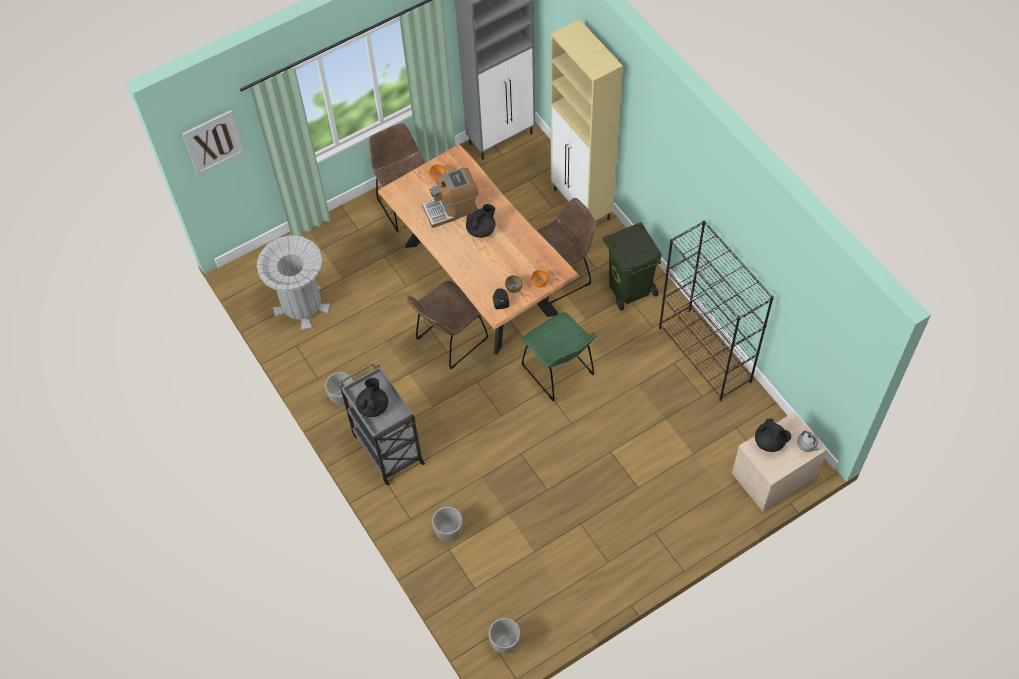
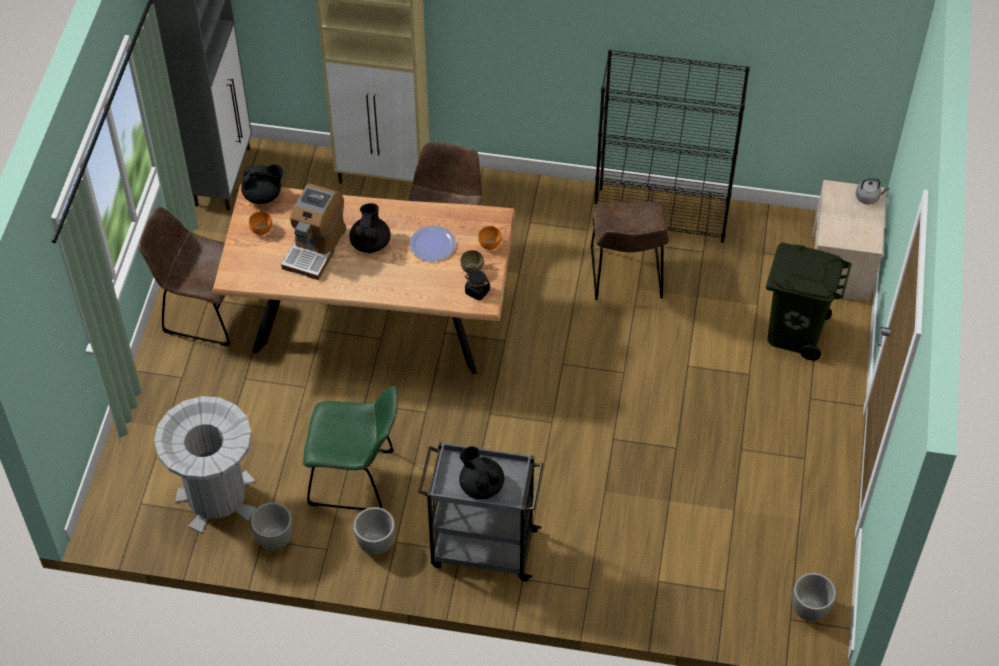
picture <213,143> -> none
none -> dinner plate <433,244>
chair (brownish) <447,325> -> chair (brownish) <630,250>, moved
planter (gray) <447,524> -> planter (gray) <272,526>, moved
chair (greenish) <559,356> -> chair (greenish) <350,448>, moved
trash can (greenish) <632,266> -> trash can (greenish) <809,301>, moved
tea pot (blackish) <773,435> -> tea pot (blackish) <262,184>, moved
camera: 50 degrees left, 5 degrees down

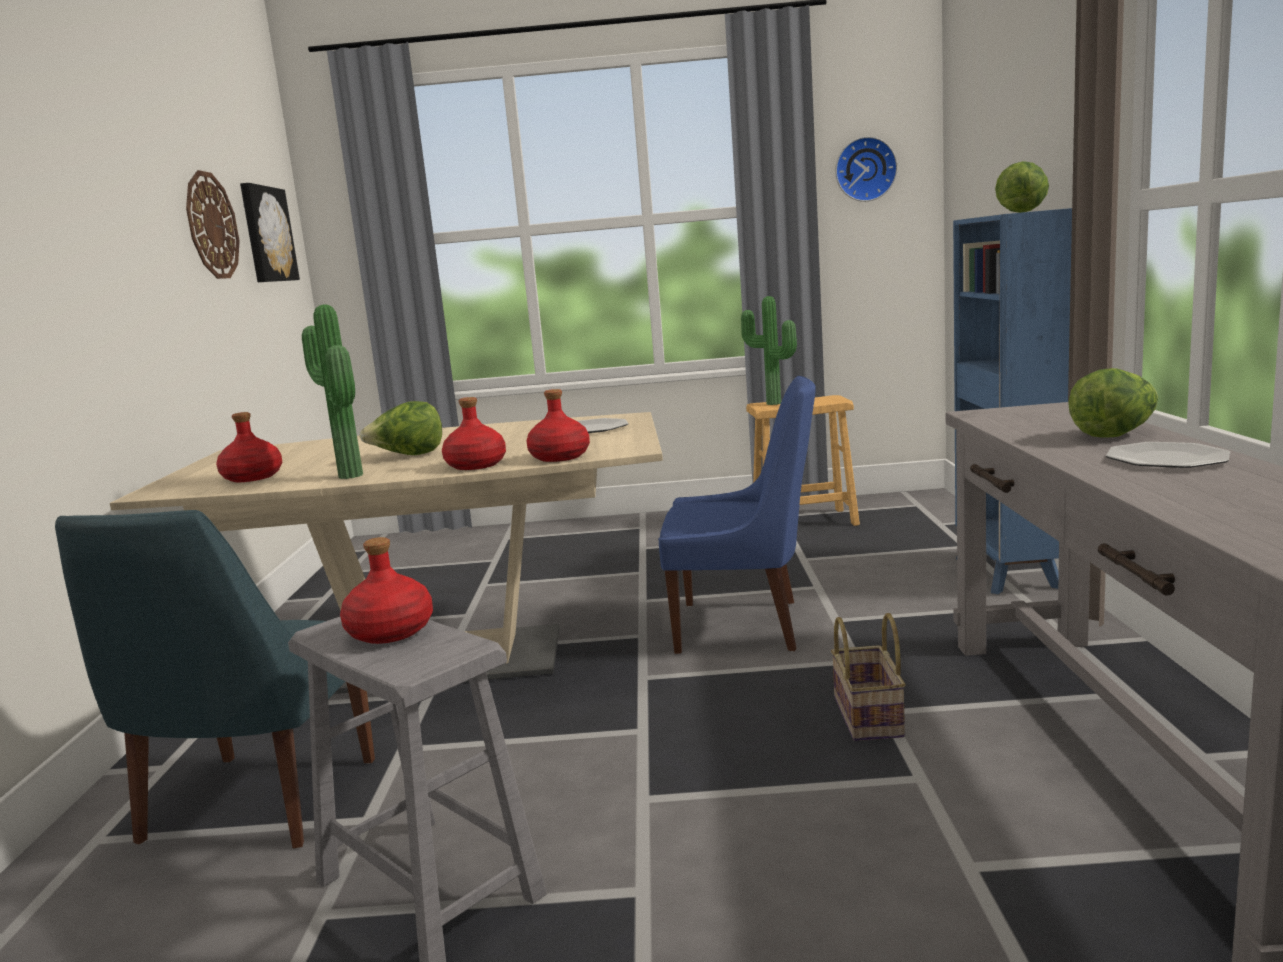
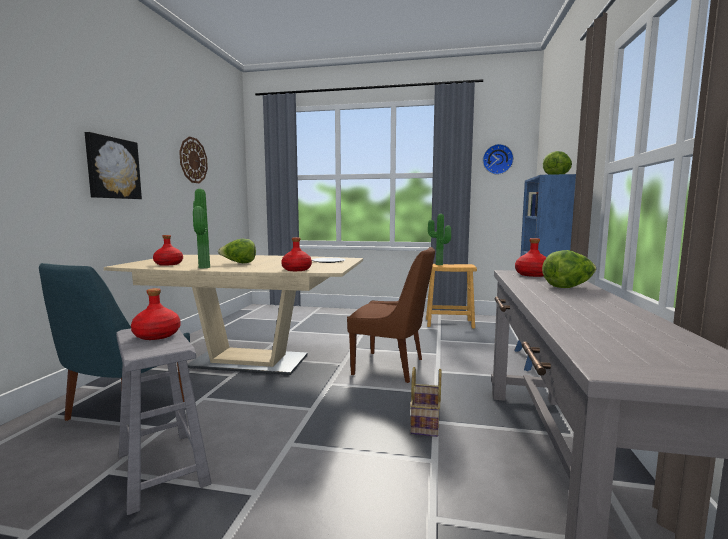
dinner plate <1168,455> -> none
picture <270,232> -> picture <113,165>, moved
bottle (red) <474,433> -> bottle (red) <531,257>, moved
chair (bluish) <737,515> -> chair (brownish) <391,315>
camera: 10 degrees right, 5 degrees down

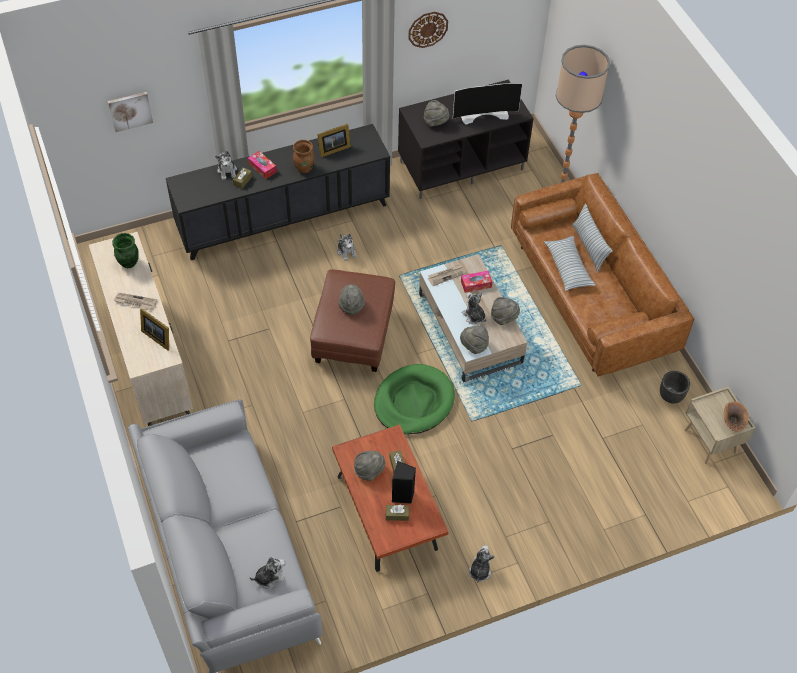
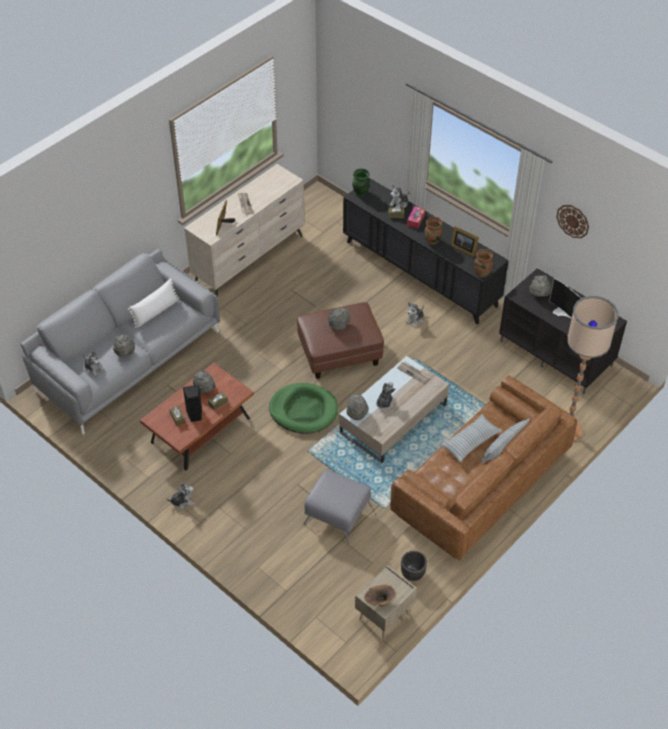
picture <130,112> -> none
tissue box <476,282> -> none
none -> throw pillow (whitish) <153,303>
none -> footrest (gray) <337,507>
none -> flower vase (brownish) <483,263>
flower vase (greenish) <125,250> -> flower vase (greenish) <361,182>, moved
hat (gray) <505,311> -> hat (gray) <124,345>, moved
camera: 65 degrees right, 5 degrees down

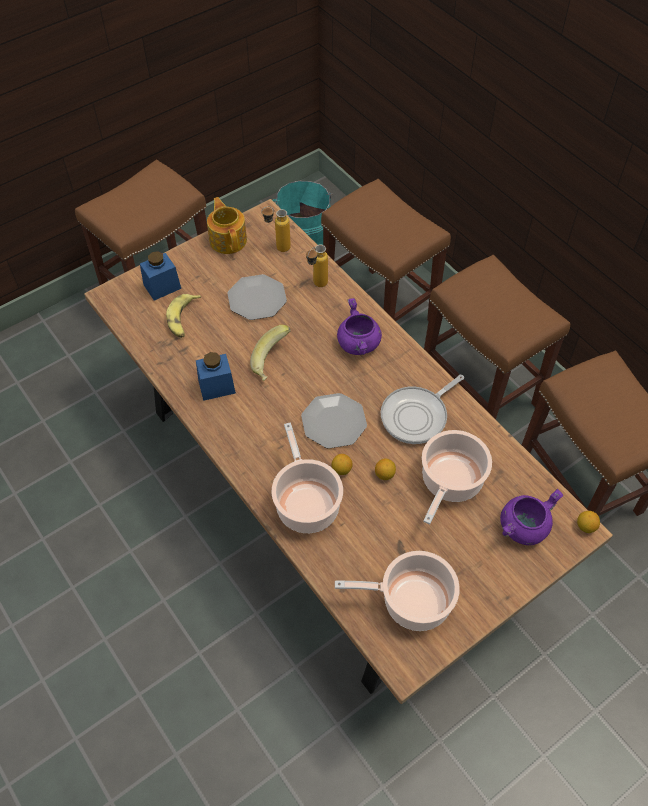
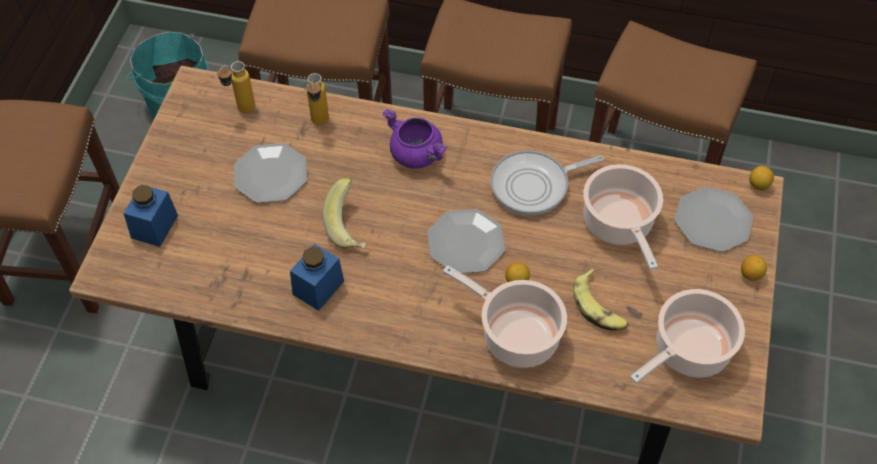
tea pot <227,225> -> none
banana fruit <183,316> -> banana fruit <601,299>, moved
citrus fruit <385,469> -> citrus fruit <754,268>, moved
saucepot (purplish) <531,517> -> dinner plate <714,219>
pan <422,409> -> pan <547,183>, 60 degrees clockwise
camera: 40 degrees left, 0 degrees up

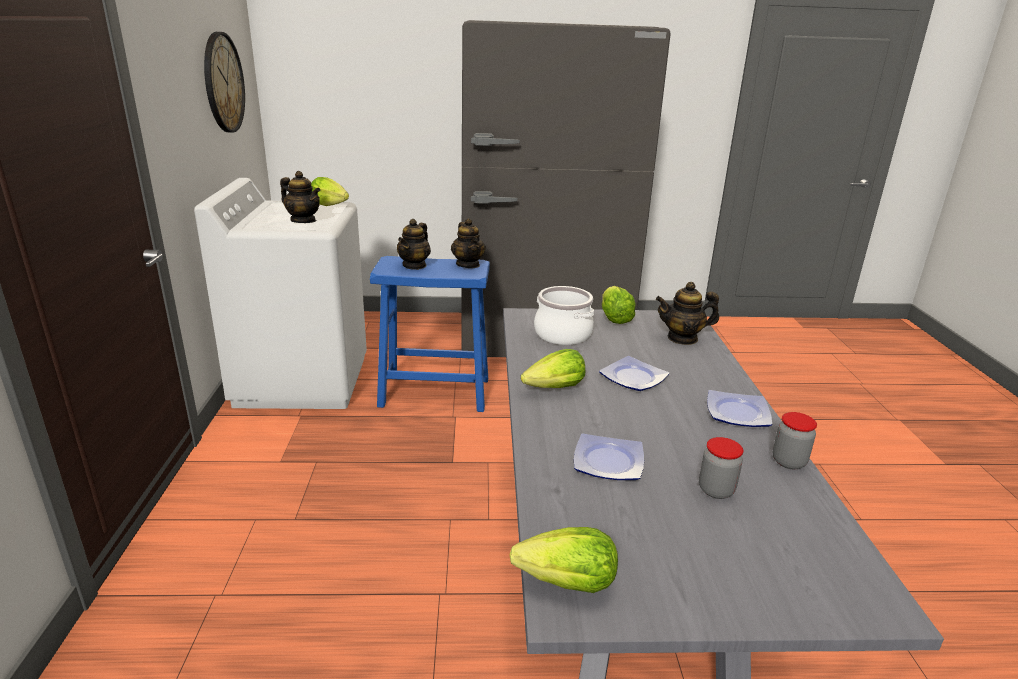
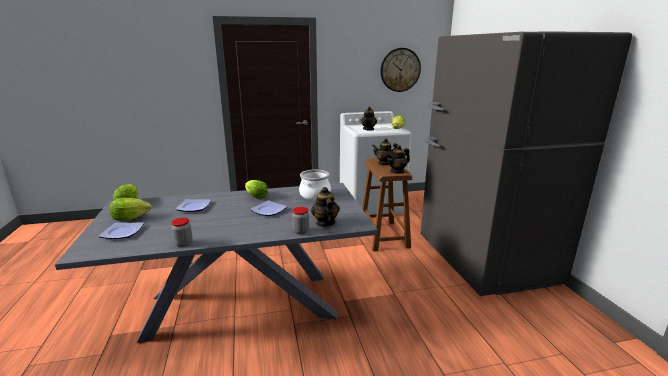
head of lettuce <619,305> -> head of lettuce <130,209>, moved
jar <721,468> -> jar <300,220>, moved
dinner plate <739,408> -> dinner plate <121,231>, moved
stool (bluish) <430,334> -> stool (brownish) <387,204>
camera: 80 degrees right, 5 degrees down

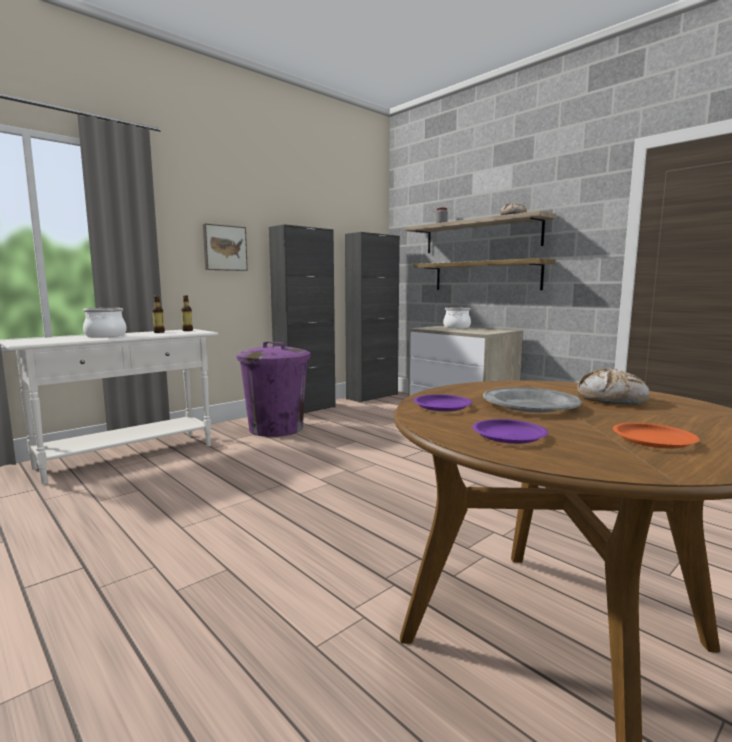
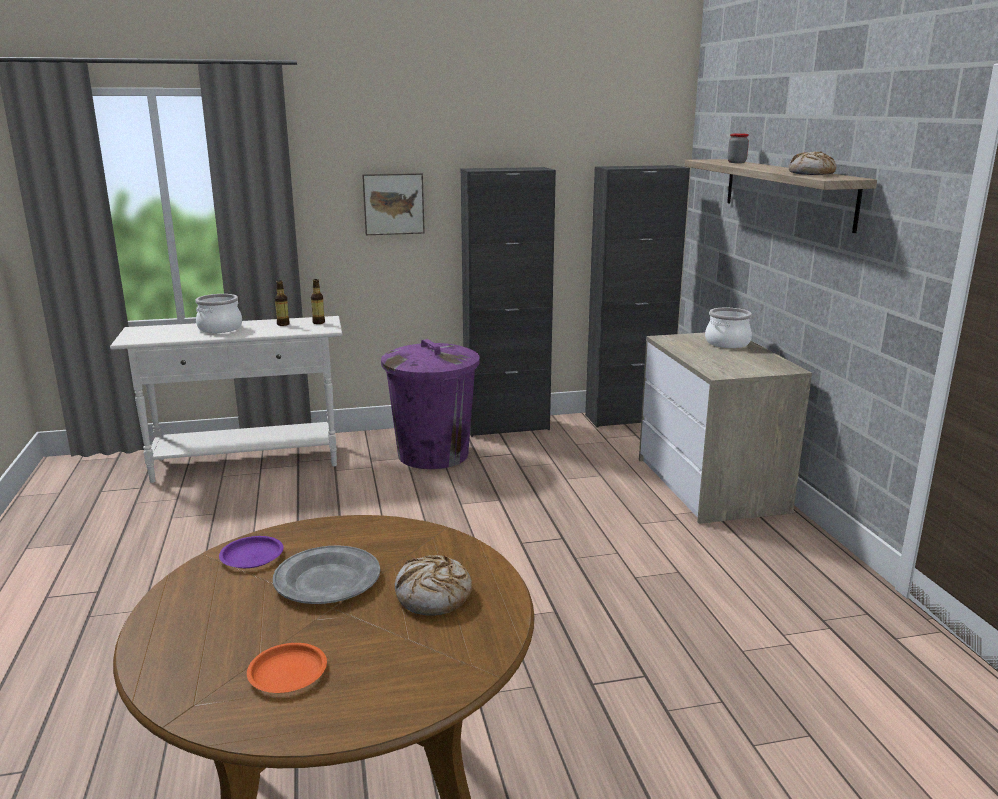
shelf <484,274> -> none
dinner plate (purplish) <510,431> -> none
camera: 30 degrees right, 10 degrees up

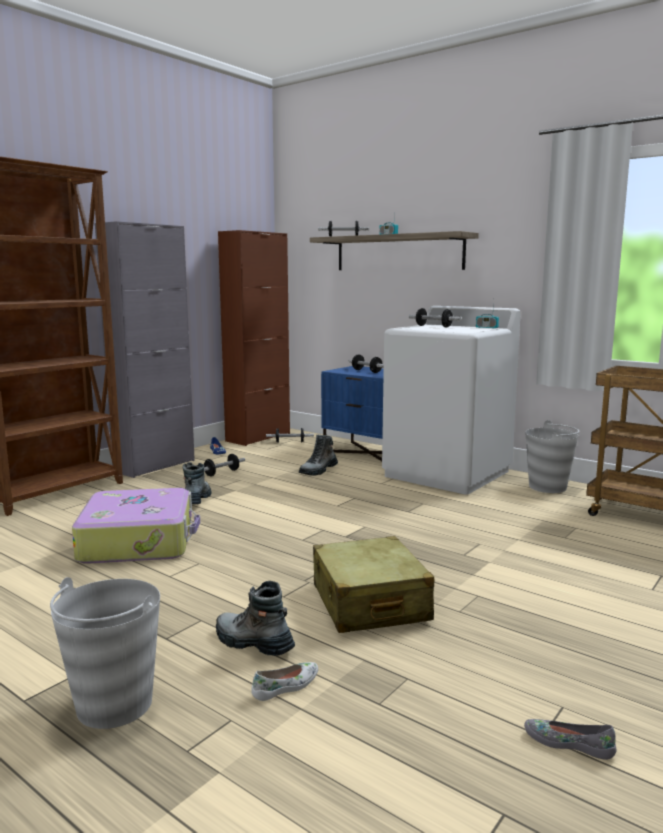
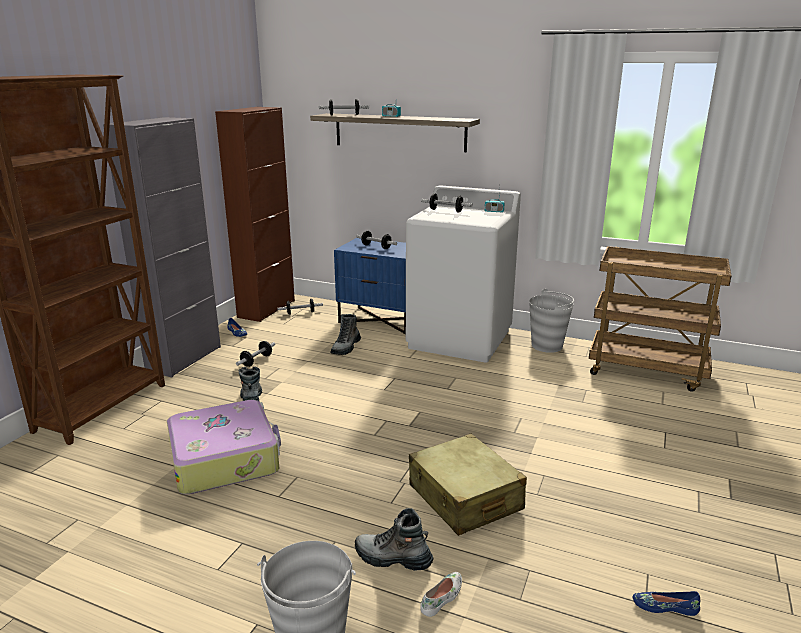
shoe (gray) <570,739> -> shoe (bluish) <666,603>
camera: 15 degrees left, 10 degrees up

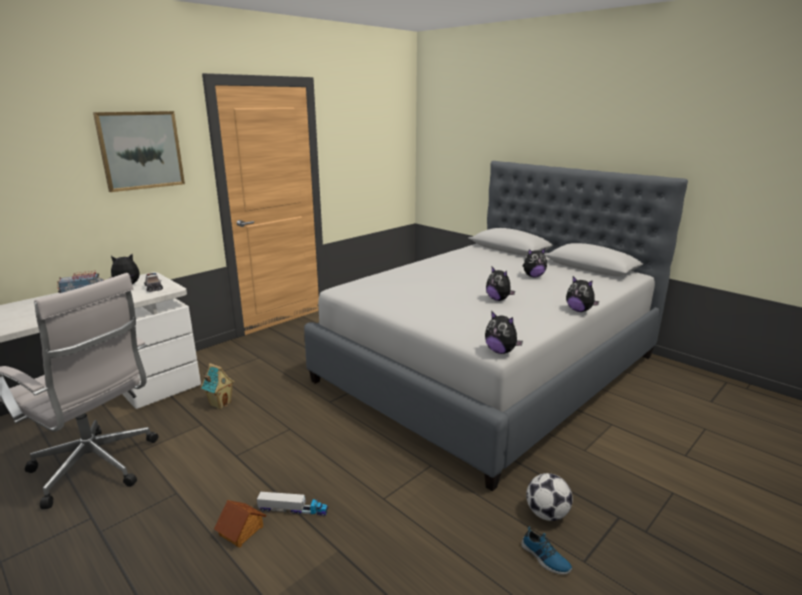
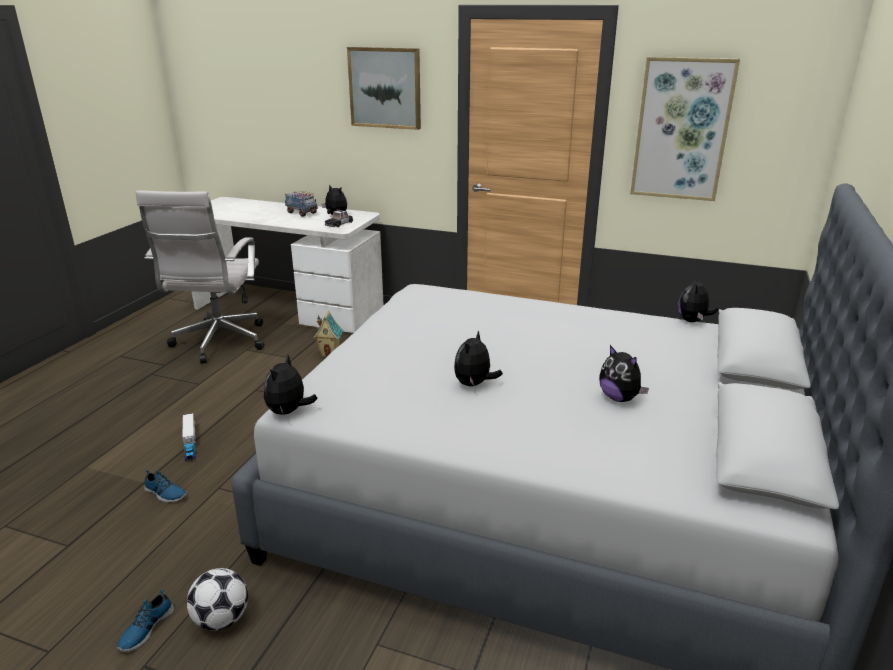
model house <240,524> -> none
none -> shoe <165,485>
none -> picture <685,129>
cuddly toy <582,294> -> cuddly toy <698,299>, moved
camera: 65 degrees right, 5 degrees up

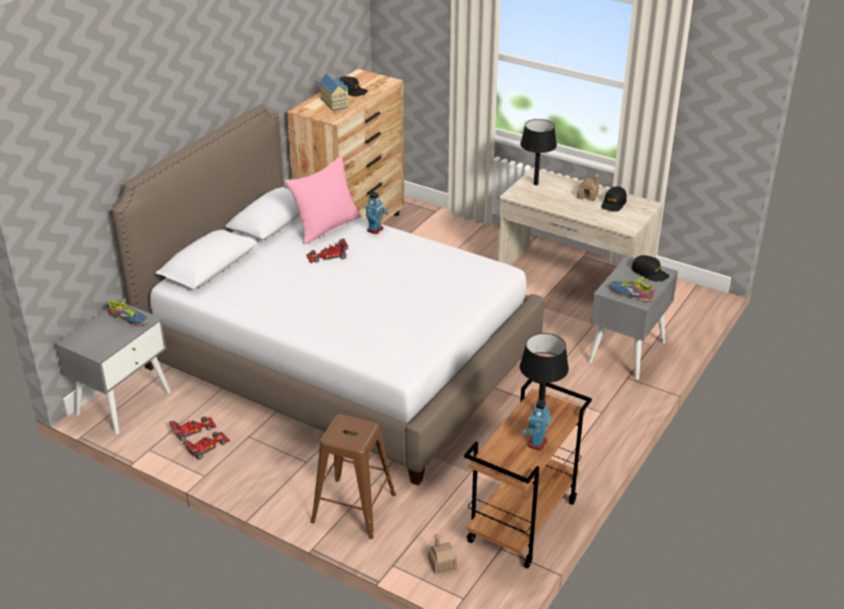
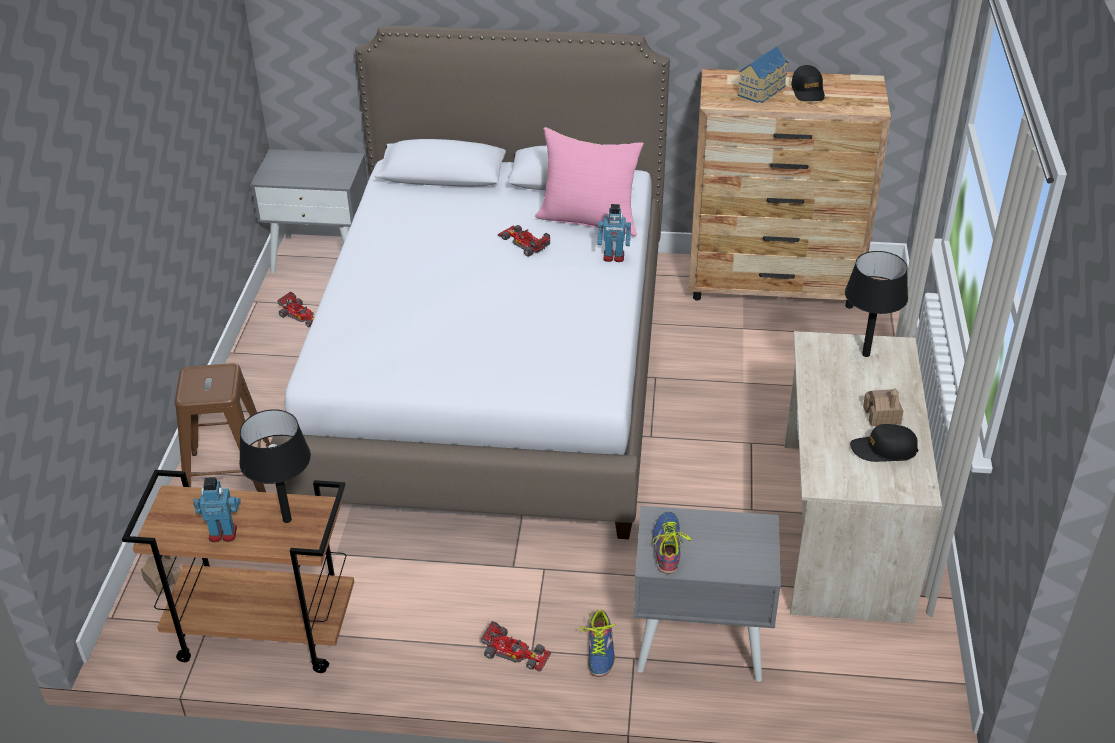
cap (blackish) <650,268> -> none
shoe <127,312> -> shoe <598,643>, moved
model car <206,446> -> model car <516,646>, moved
camera: 65 degrees right, 5 degrees up

